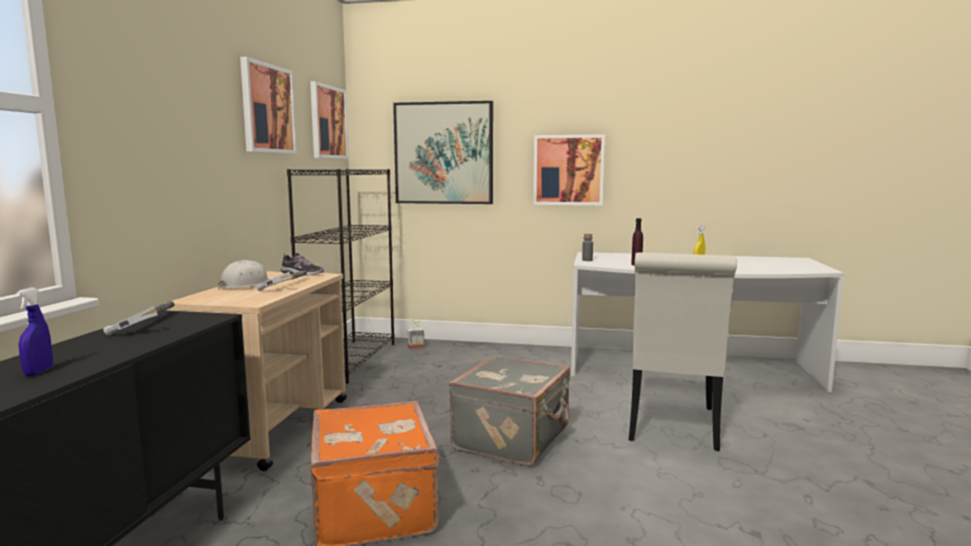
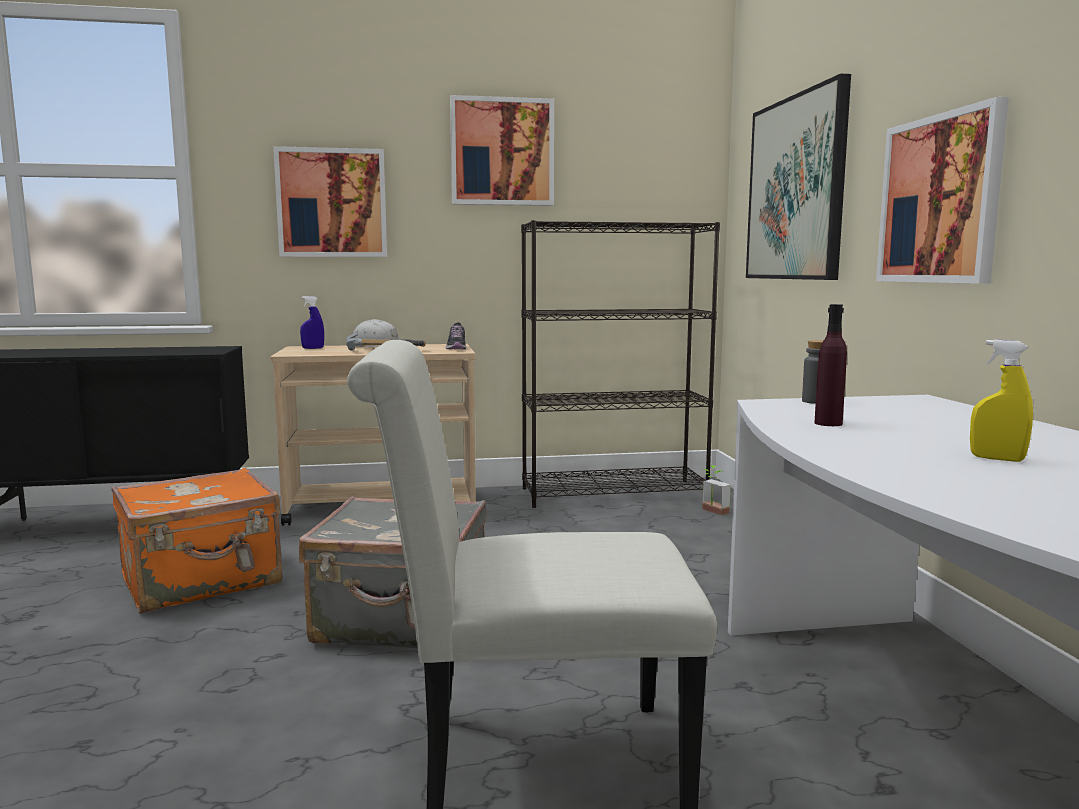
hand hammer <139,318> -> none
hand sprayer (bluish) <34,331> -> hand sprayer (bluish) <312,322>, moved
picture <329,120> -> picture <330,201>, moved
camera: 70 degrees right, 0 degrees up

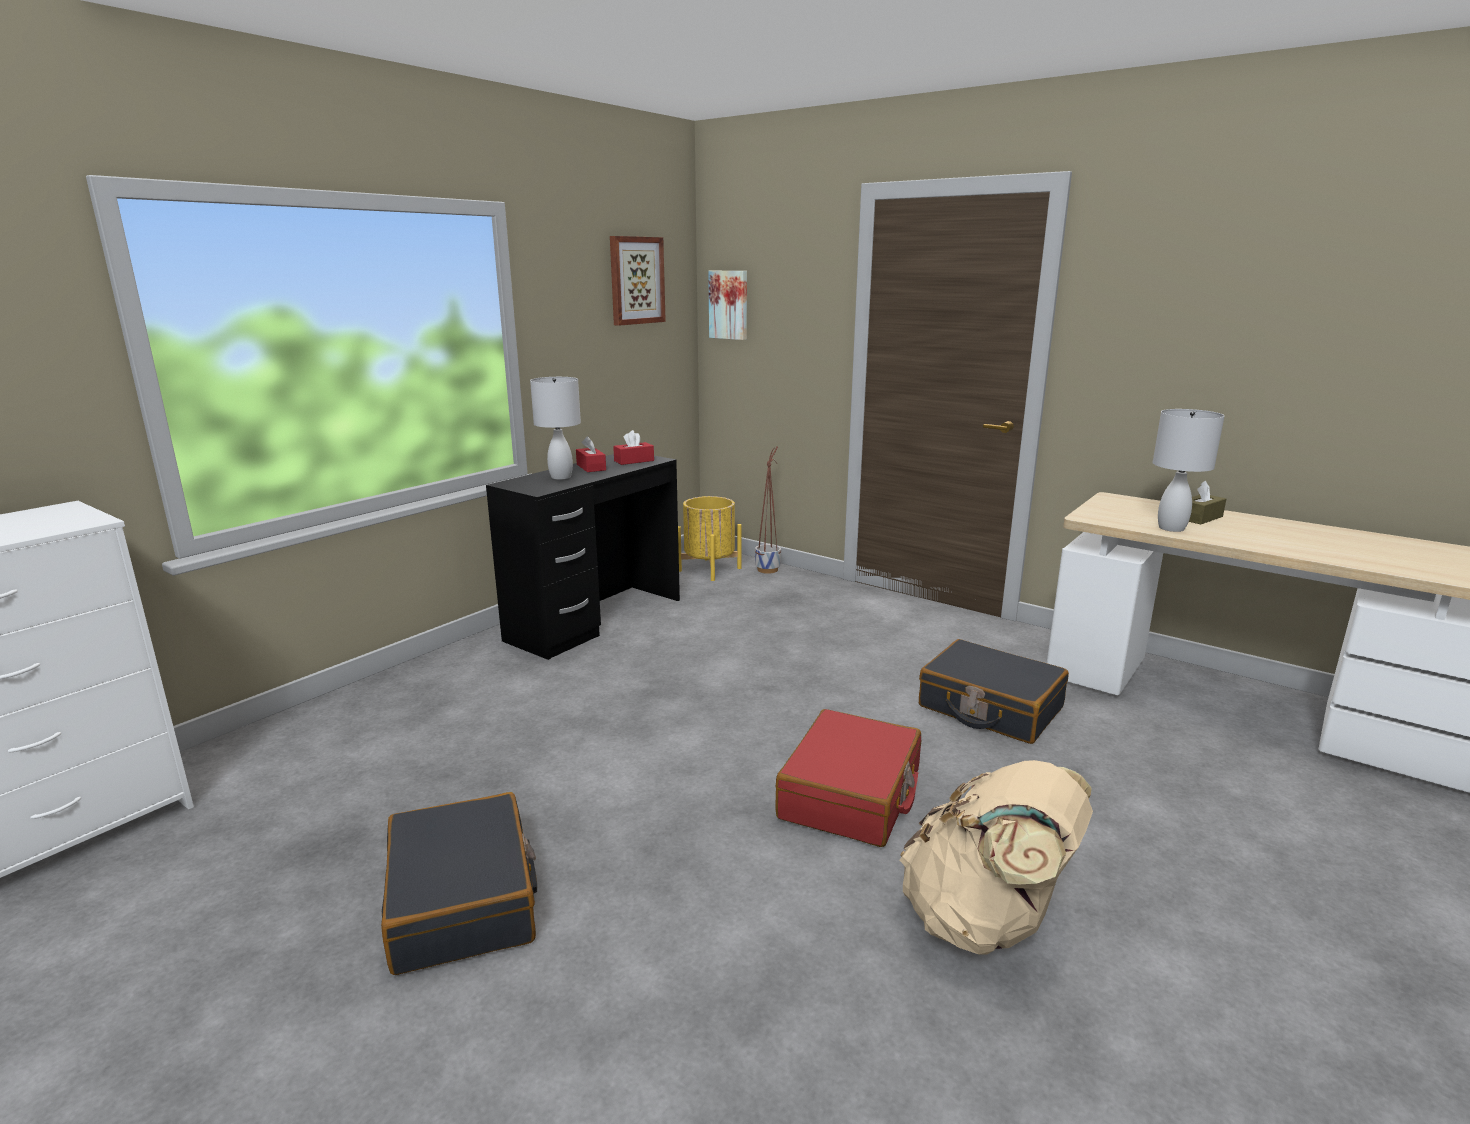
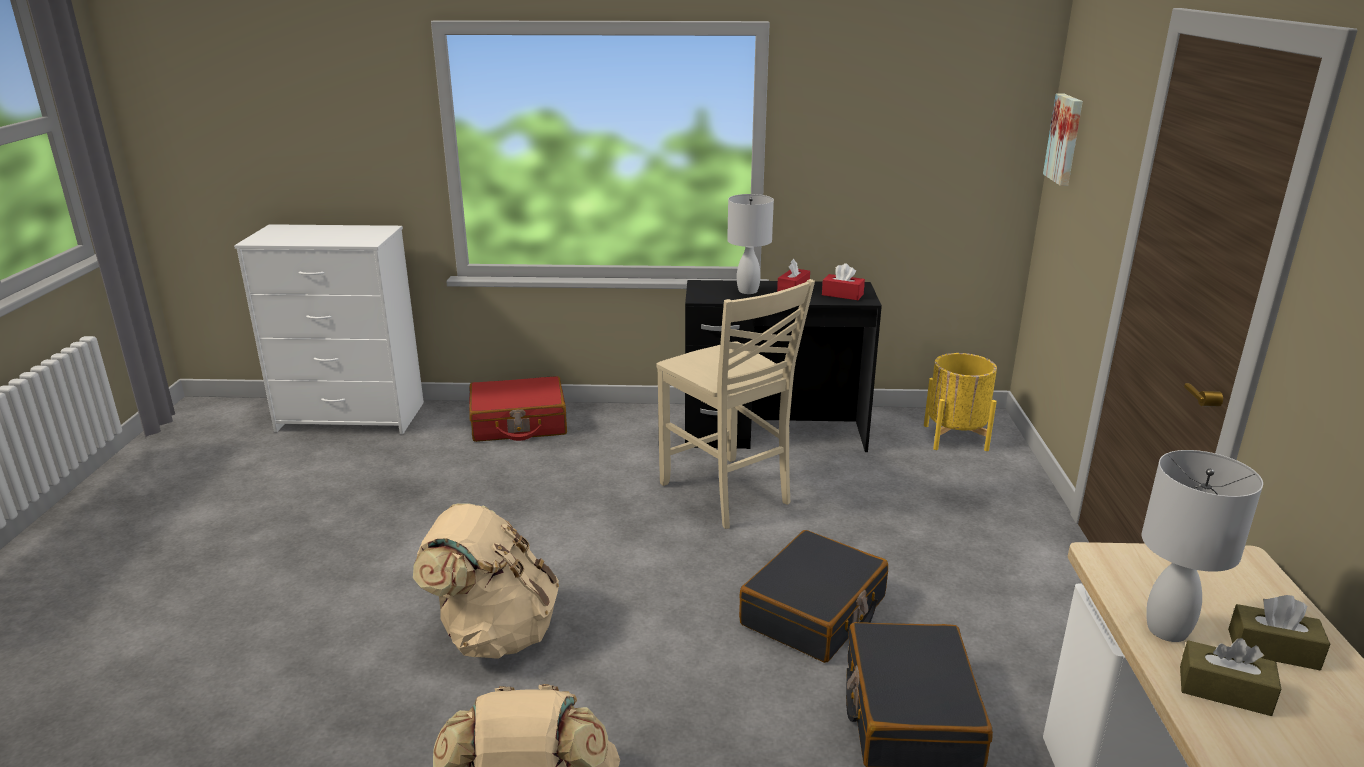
picture <638,281> -> none
planter <768,510> -> none
none -> rucksack (beige) <486,581>
none -> chair (beige) <735,404>
none -> tissue box (brownish) <1230,677>
suitcase (blackish) <459,883> -> suitcase (blackish) <813,596>, moved
suitcase (red) <848,778> -> suitcase (red) <518,409>, moved
camera: 55 degrees right, 5 degrees up

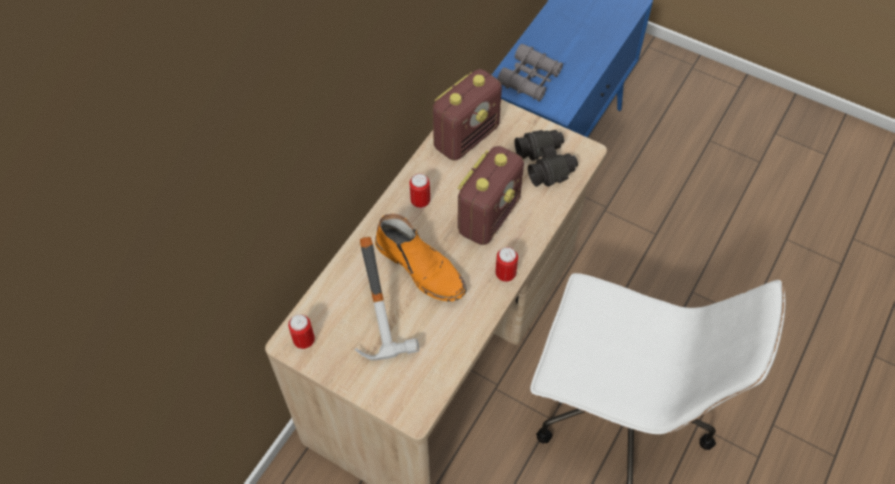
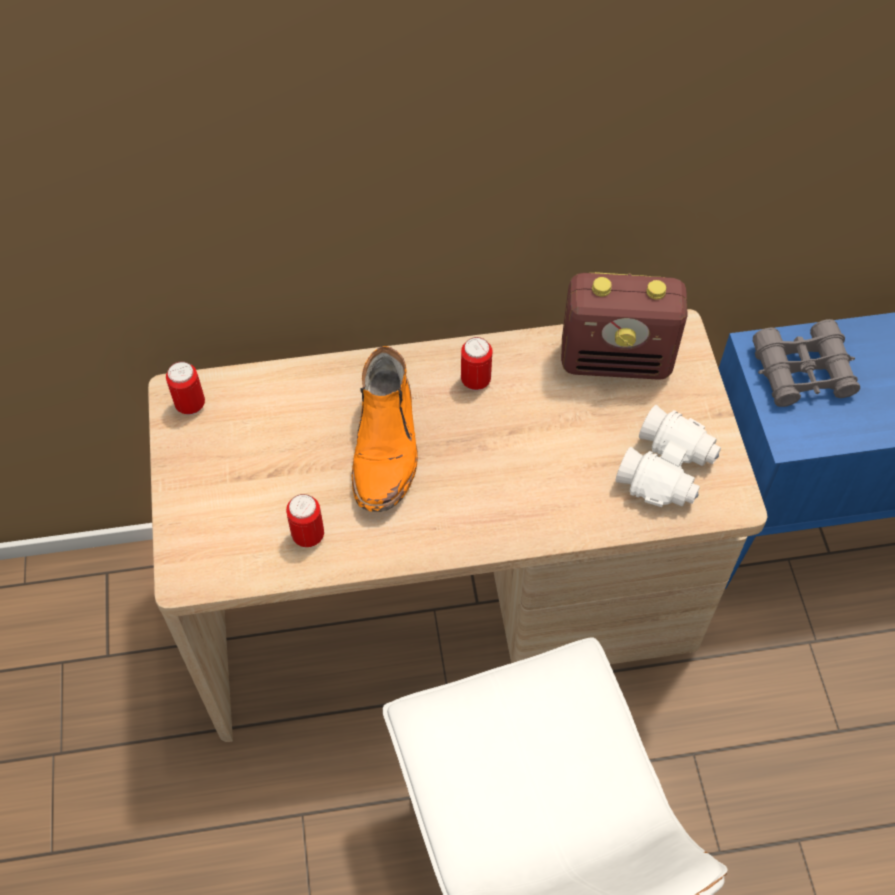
hand hammer <386,298> -> none
radio receiver <491,195> -> none
metal can <506,264> -> metal can <305,520>, moved
field glasses (blackish) <546,158> -> field glasses (whitish) <668,456>
camera: 50 degrees right, 0 degrees up

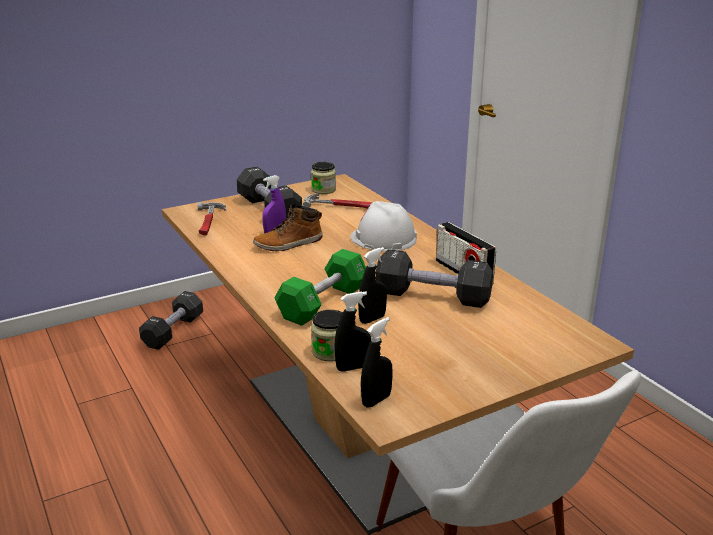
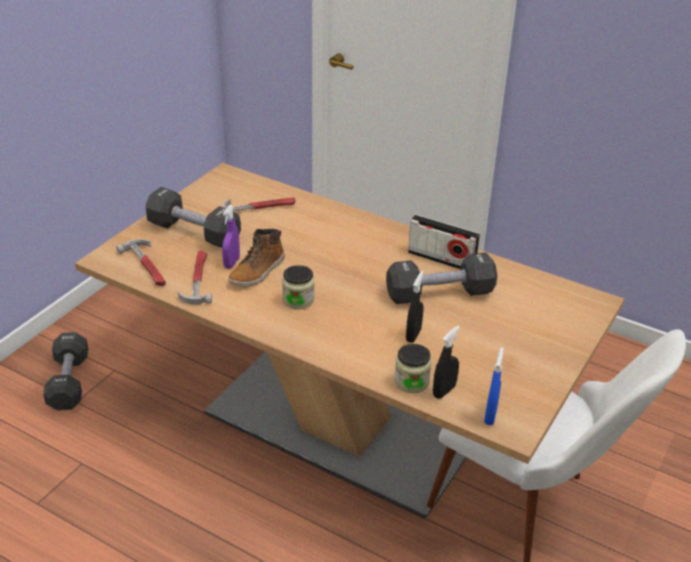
free weight (greenish) <320,287> -> none
hard hat (whitish) <383,226> -> none
none -> hand hammer <195,277>
jar <323,178> -> jar <298,287>, moved
hand sprayer (blackish) <376,362> -> hand sprayer (bluish) <494,386>
camera: 30 degrees left, 10 degrees up

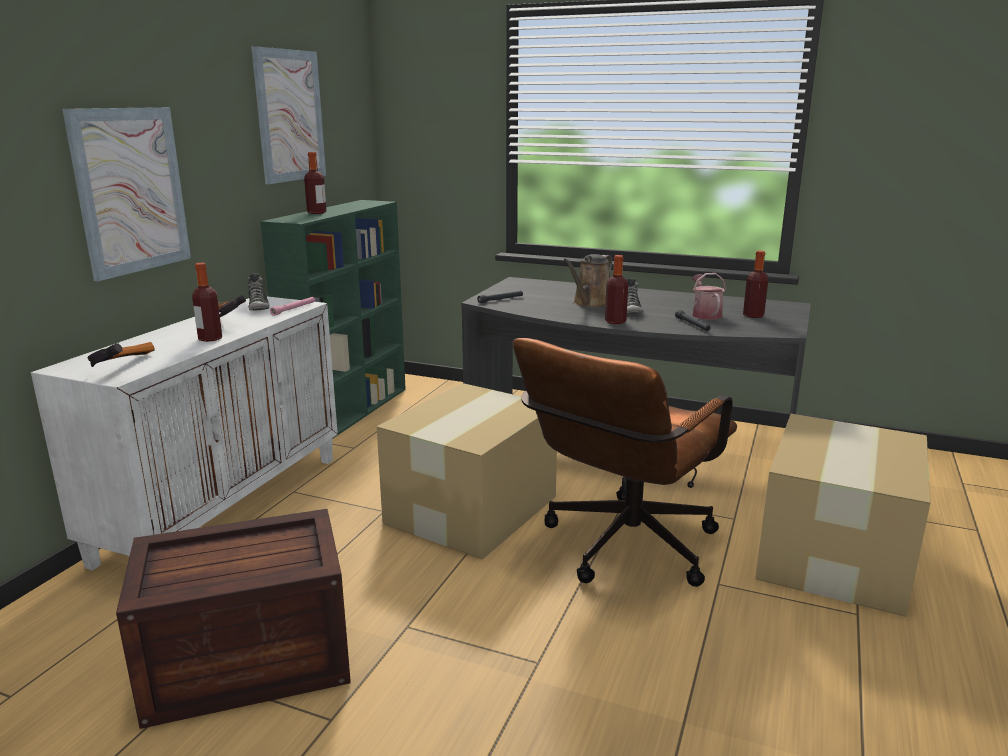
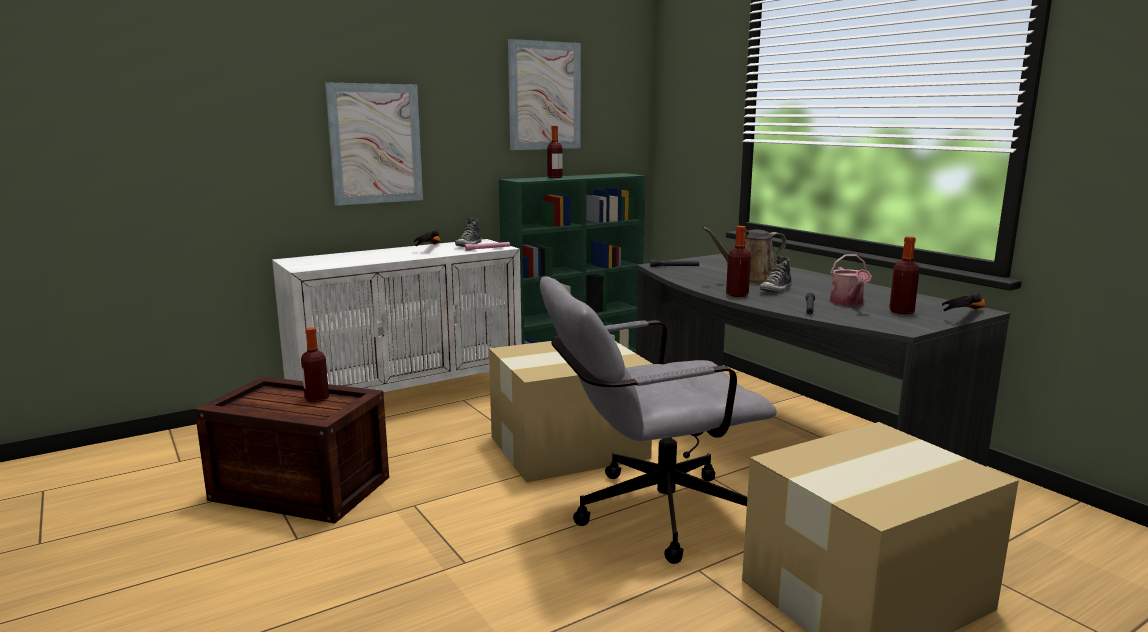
hand hammer <121,354> -> hand hammer <964,302>, moved
bottle <207,302> -> bottle <315,364>, moved
office chair (brownish) <625,462> -> office chair (gray) <658,420>
sprinkling can <709,296> -> sprinkling can <851,280>, 150 degrees clockwise
camera: 35 degrees right, 5 degrees down

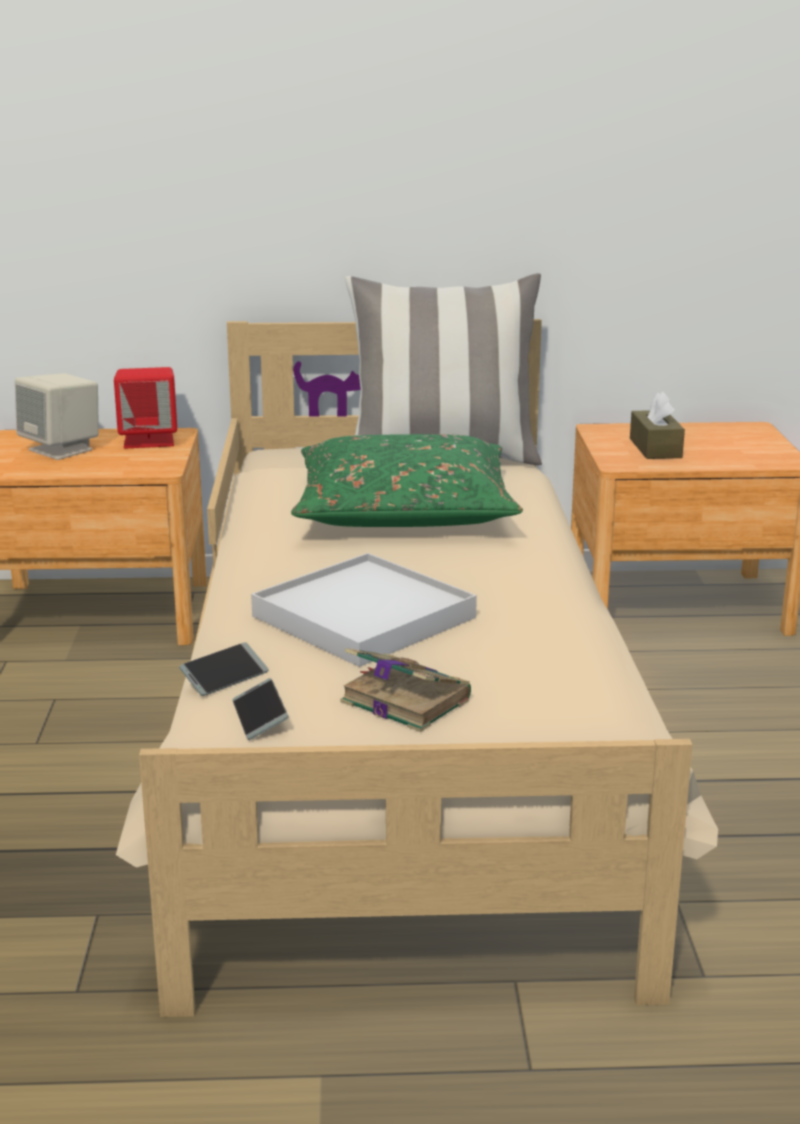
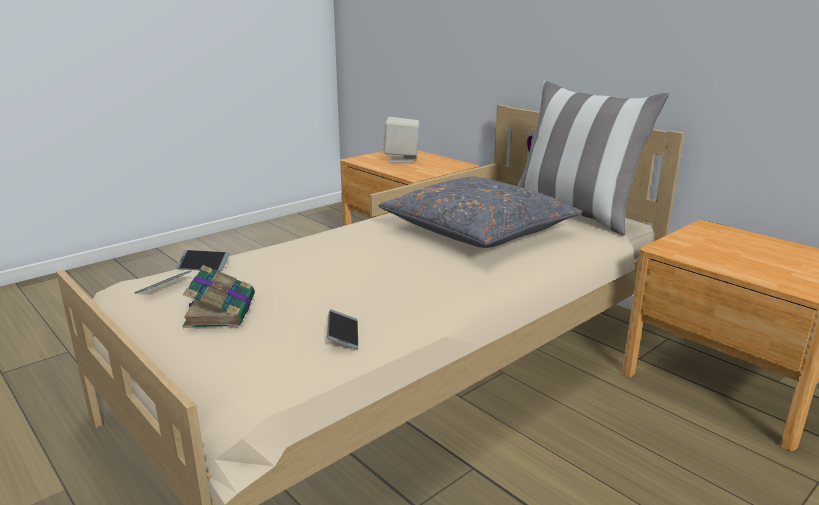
speaker (red) <145,408> -> none
carrying tray (whitish) <364,610> -> none
tissue box (brownish) <657,425> -> none
none -> handset <342,329>
throw pillow (greenish) <407,480> -> throw pillow (gray) <480,212>
camera: 50 degrees right, 0 degrees up

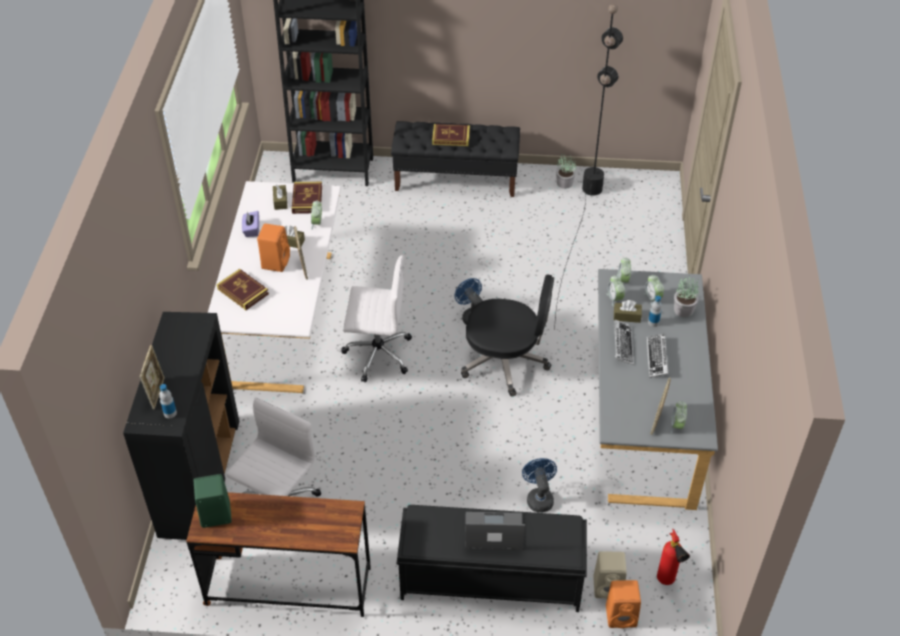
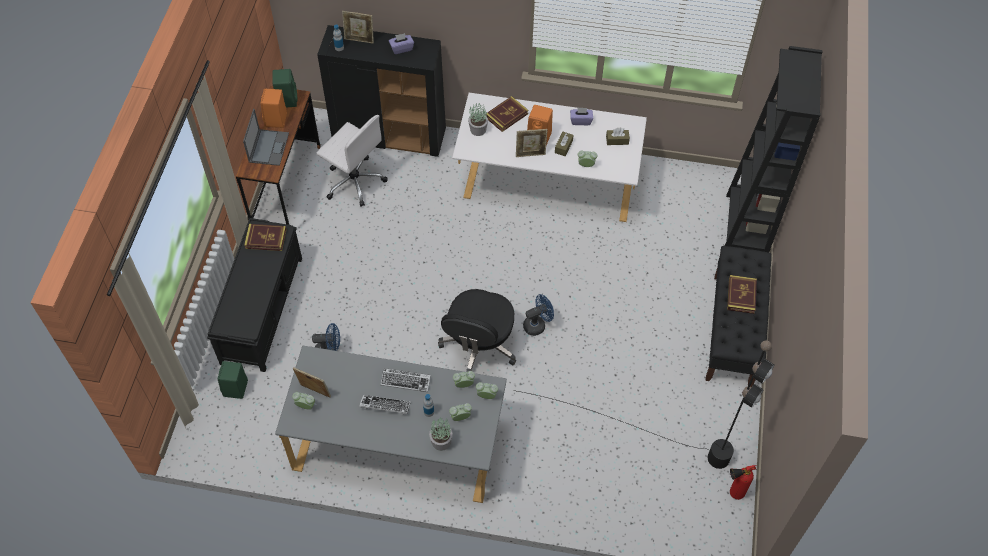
office chair (whitish) <376,319> -> none
tissue box (brownish) <628,311> -> none
none -> tissue box (purplish) <401,43>
volume <307,198> -> volume <265,237>, moved
laptop <495,531> -> laptop <266,137>, moved
potted plant <566,172> -> potted plant <478,119>, moved
speaker (orange) <623,604> -> speaker (orange) <274,108>, moved
extinguisher <673,557> -> extinguisher <743,482>, moved
speaker (beige) <610,575> -> speaker (greenish) <233,380>
camera: 95 degrees right, 10 degrees up

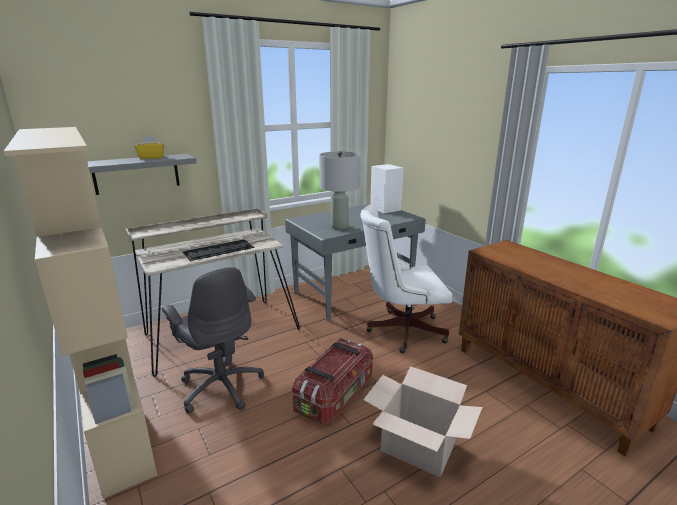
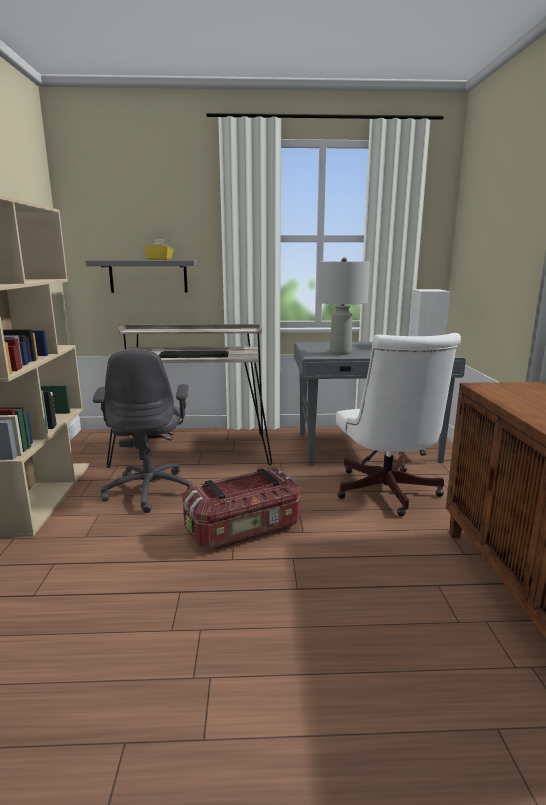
carton <423,421> -> none
office chair (whitish) <406,278> -> office chair (whitish) <398,424>, 120 degrees counterclockwise
camera: 30 degrees right, 5 degrees down

